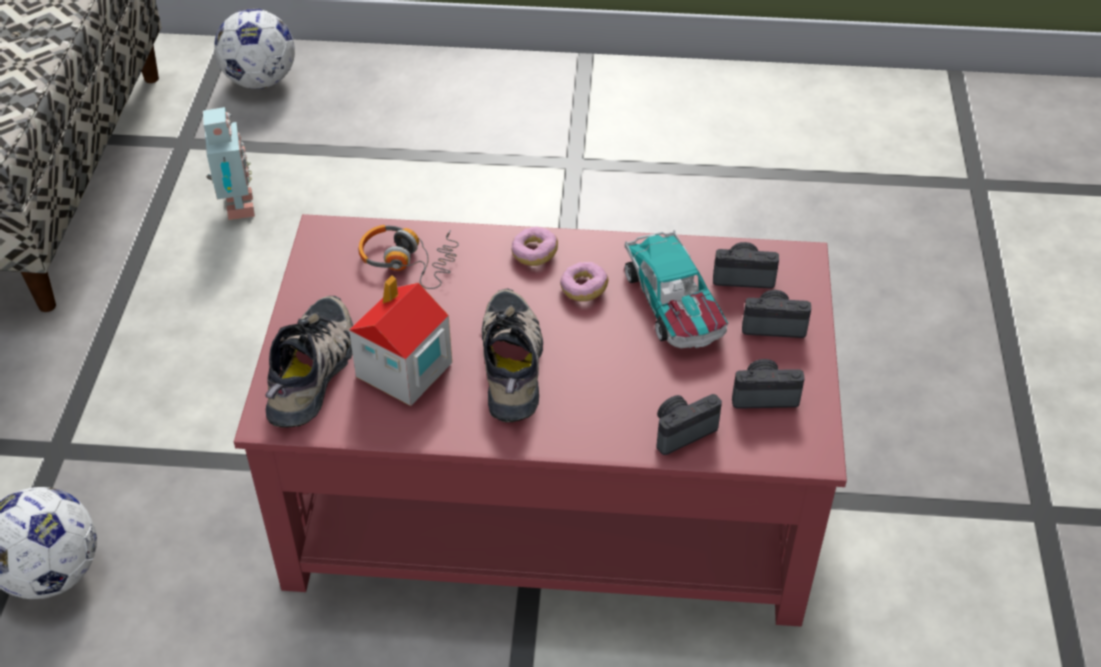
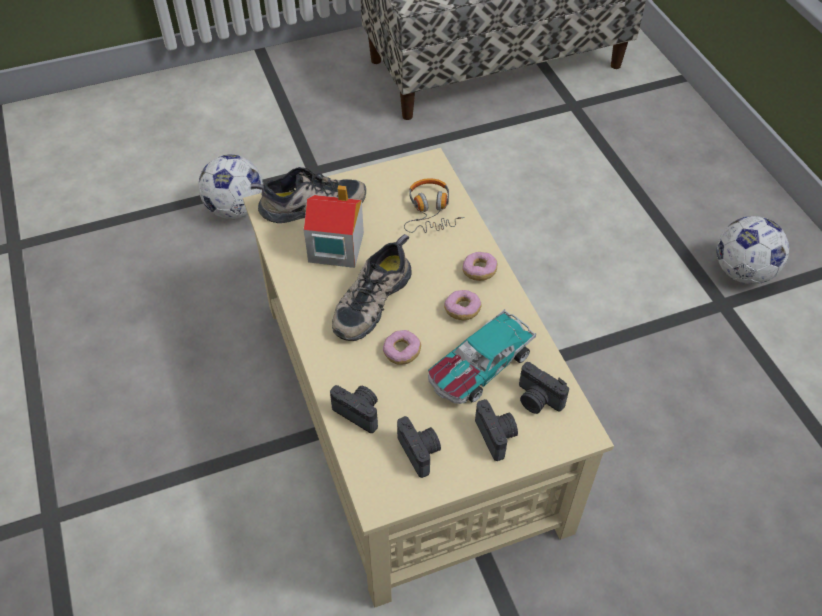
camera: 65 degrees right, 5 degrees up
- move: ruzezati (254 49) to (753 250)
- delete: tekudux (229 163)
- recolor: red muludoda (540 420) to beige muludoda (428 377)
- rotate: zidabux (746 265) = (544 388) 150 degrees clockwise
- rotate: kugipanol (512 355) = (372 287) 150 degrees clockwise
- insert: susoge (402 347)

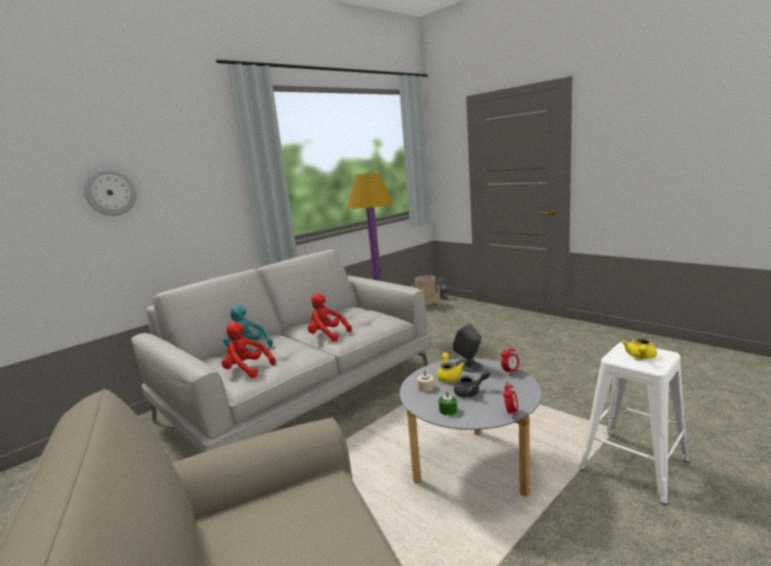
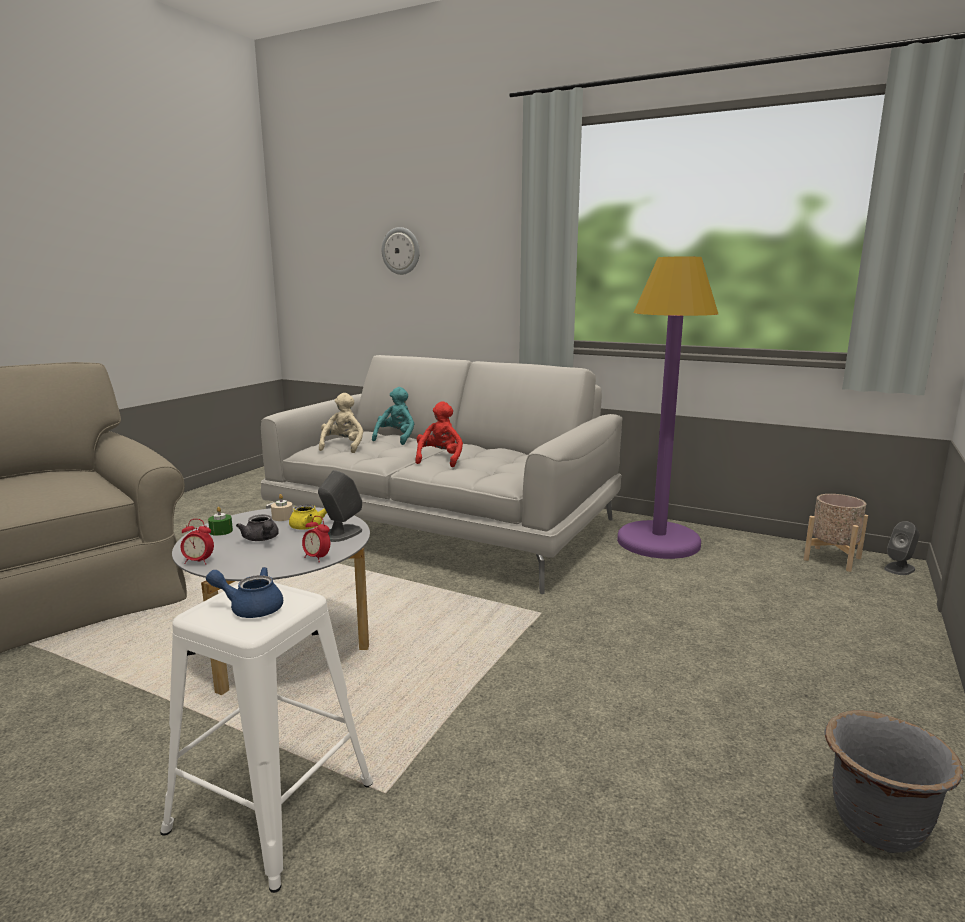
camera: 70 degrees right, 0 degrees up
- recolor: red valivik (248 350) to beige valivik (341 423)
- recolor: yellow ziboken (639 348) to blue ziboken (244 592)
- insert: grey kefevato (894 781)

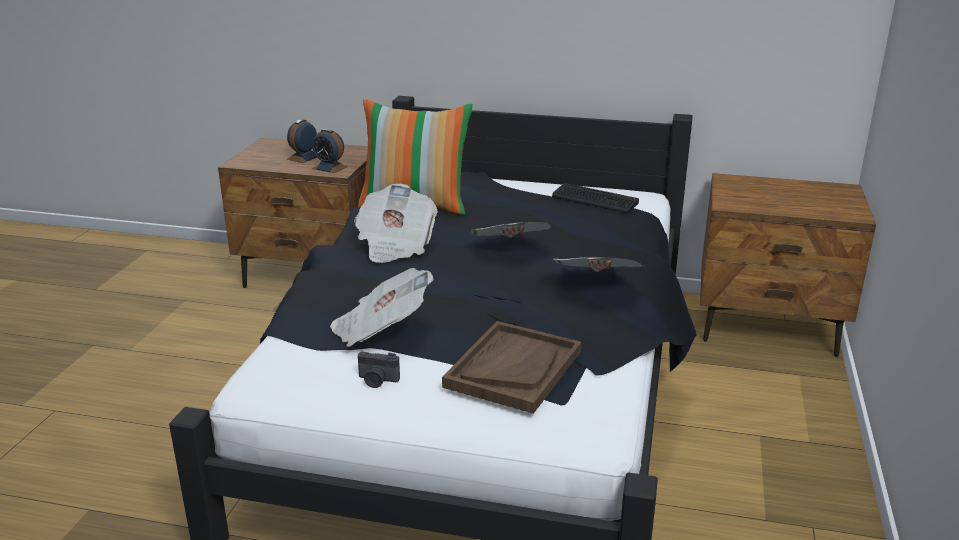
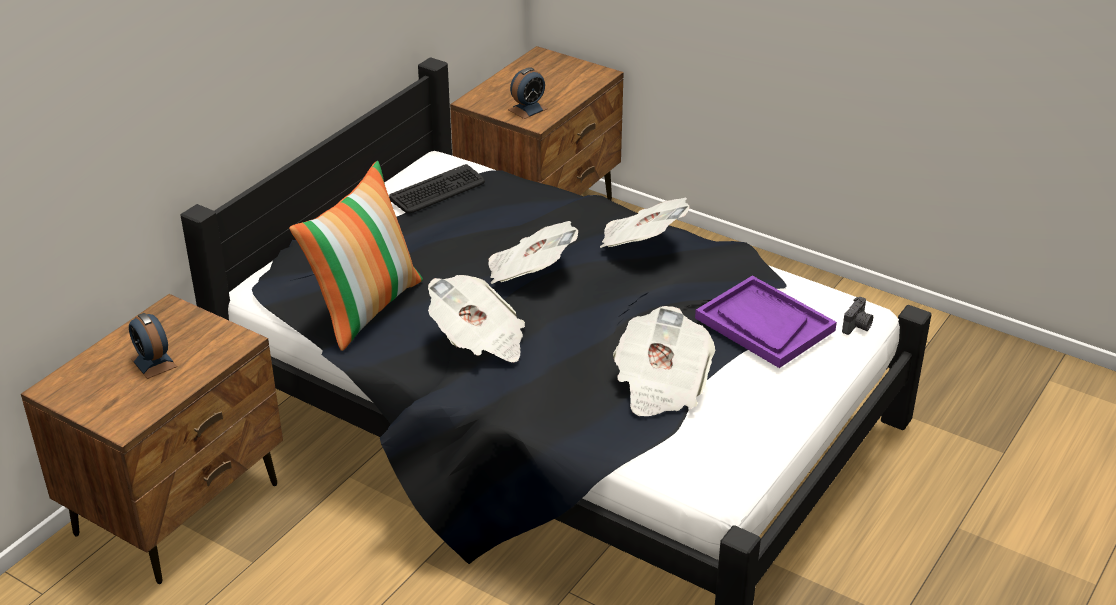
camera: 70 degrees left, 10 degrees up
- move: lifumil (330 151) to (528 93)
- recolor: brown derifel (511 367) to purple derifel (766 322)
- move: zidabux (379 370) to (857 316)

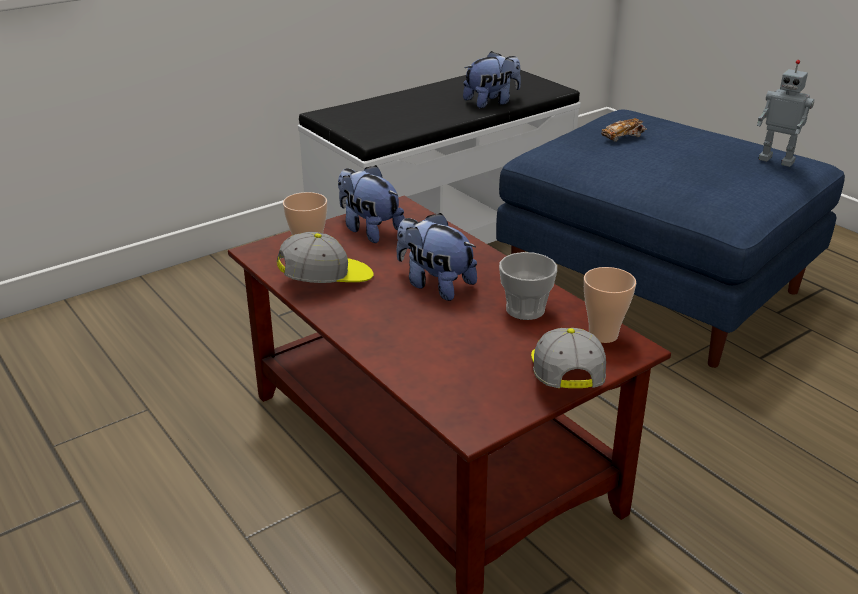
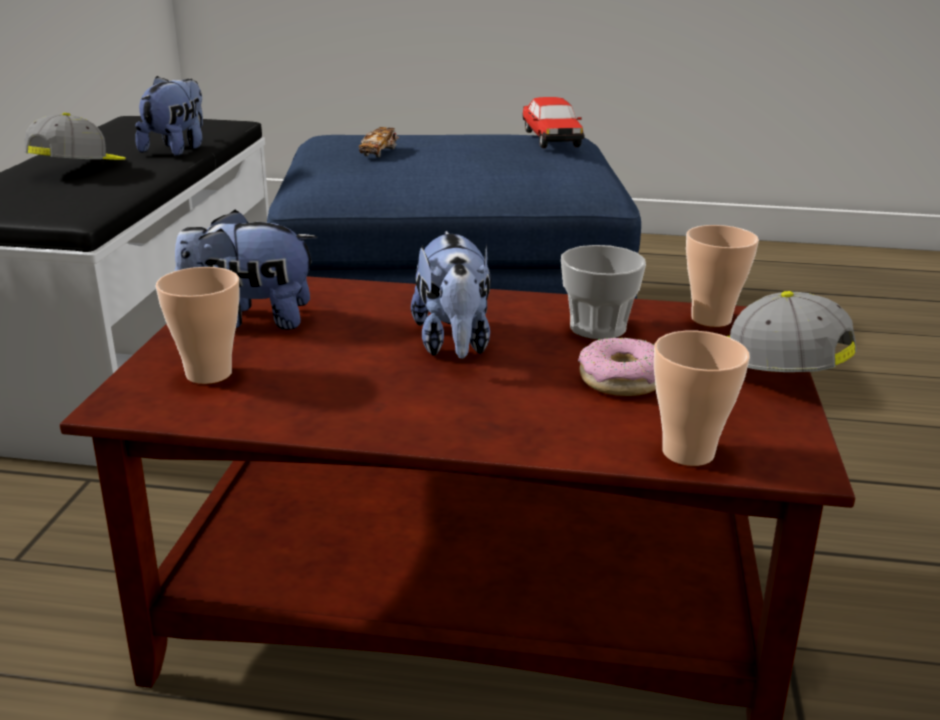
camera: 45 degrees left, 5 degrees down
- replace: tekudux (785 113) to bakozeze (553 122)
- rotate: valivik (436 257) = (451 295) 90 degrees counterclockwise
- move: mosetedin (325 257) to (75 136)
- insert: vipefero (702 398)
- insert: susoge (617 367)

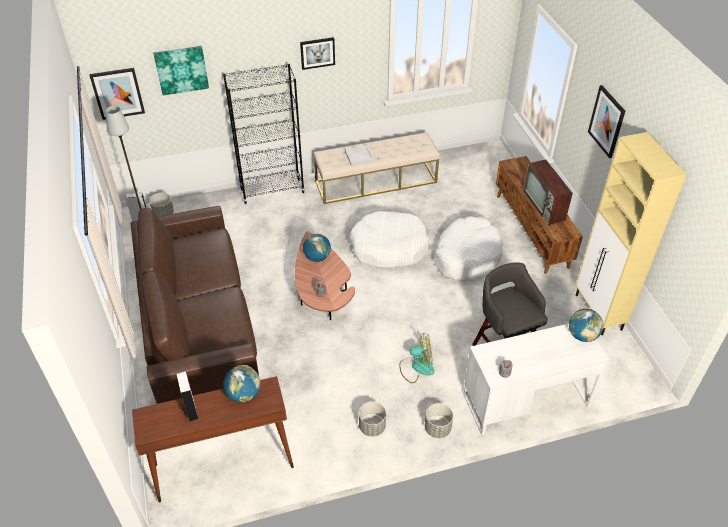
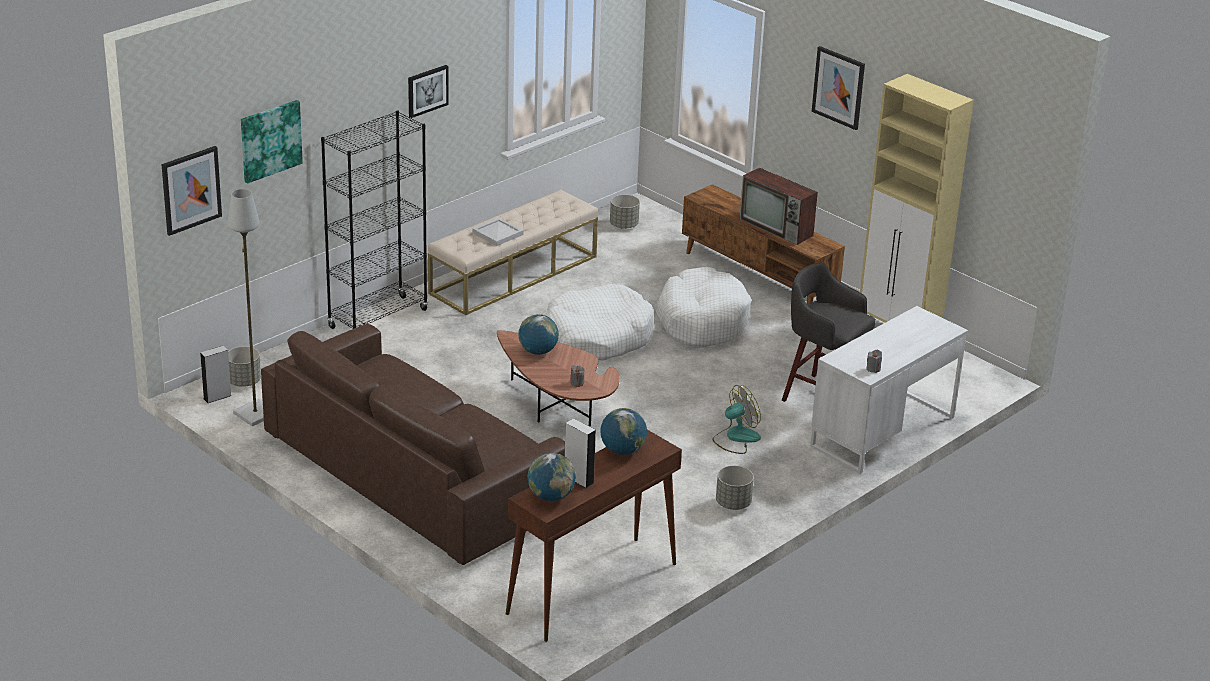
camera: 30 degrees left, 15 degrees down
- move: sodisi (586 325) to (552 477)
- move: grey kefevato (439 420) to (625 212)

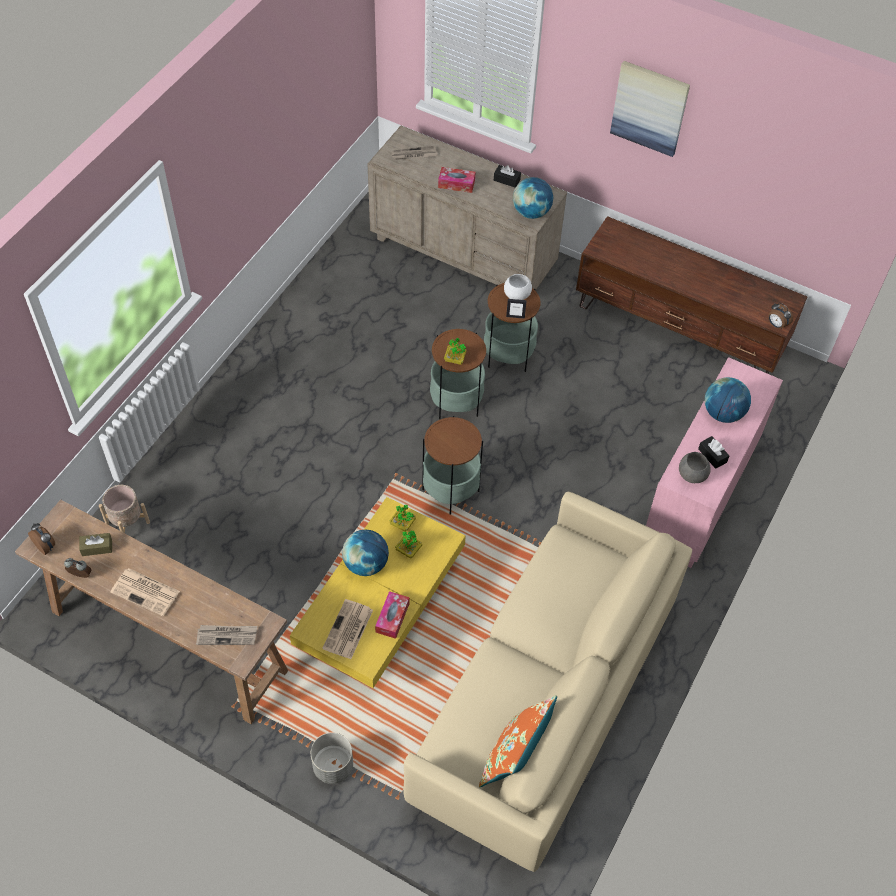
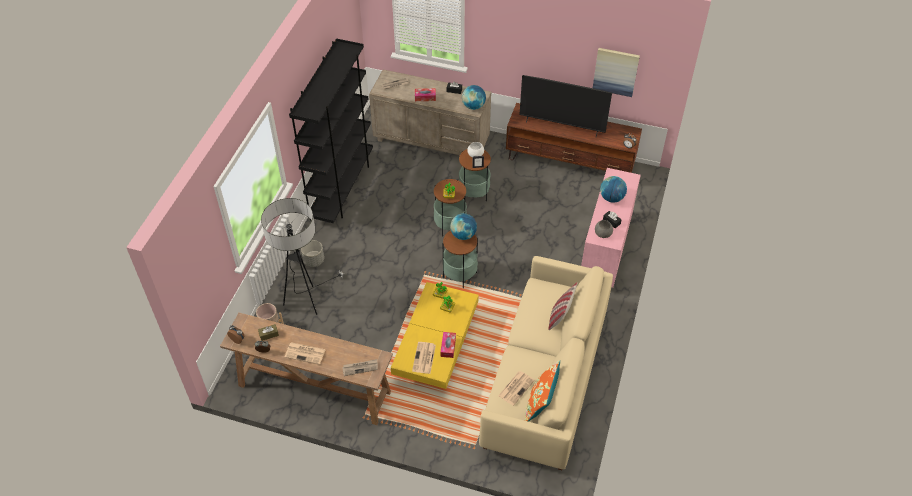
camera: 10 degrees left, 5 degrees down
- move: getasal (650 109) to (616 72)
- move: sodisi (365 553) to (463 226)
- move: grey kefevato (332 758) to (312 253)
- insert: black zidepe (331 130)
- insert: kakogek (565 106)
- insert: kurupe (303 256)
- insert: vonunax (563 306)
- insert: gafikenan (516 388)

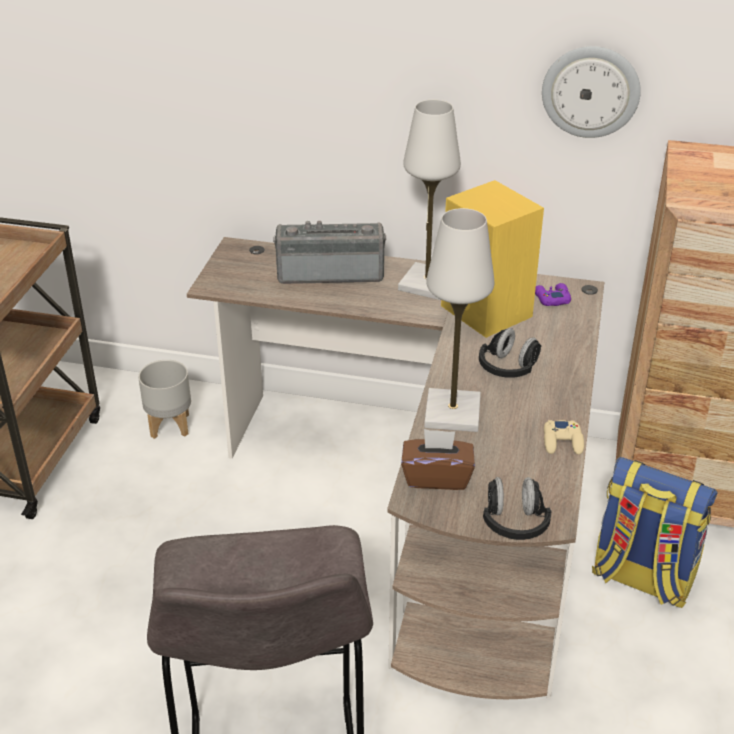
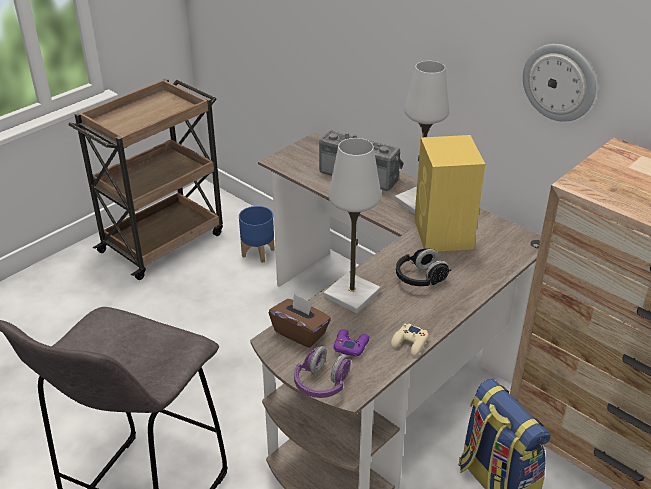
camera: 30 degrees right, 0 degrees up
- move: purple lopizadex (553 294) to (351 343)
- recolor: grey kefevato (164 399) to blue kefevato (257 234)
- recolor: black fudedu (517 508) to purple fudedu (322 372)

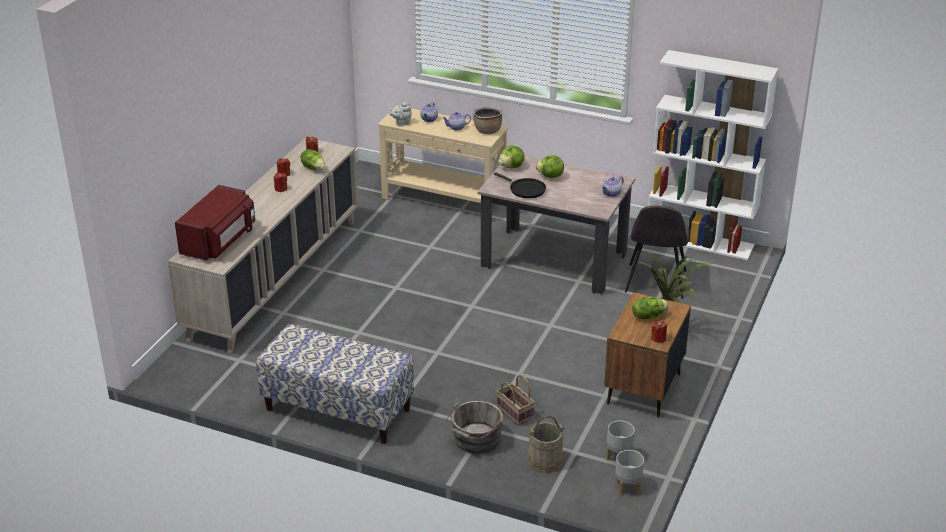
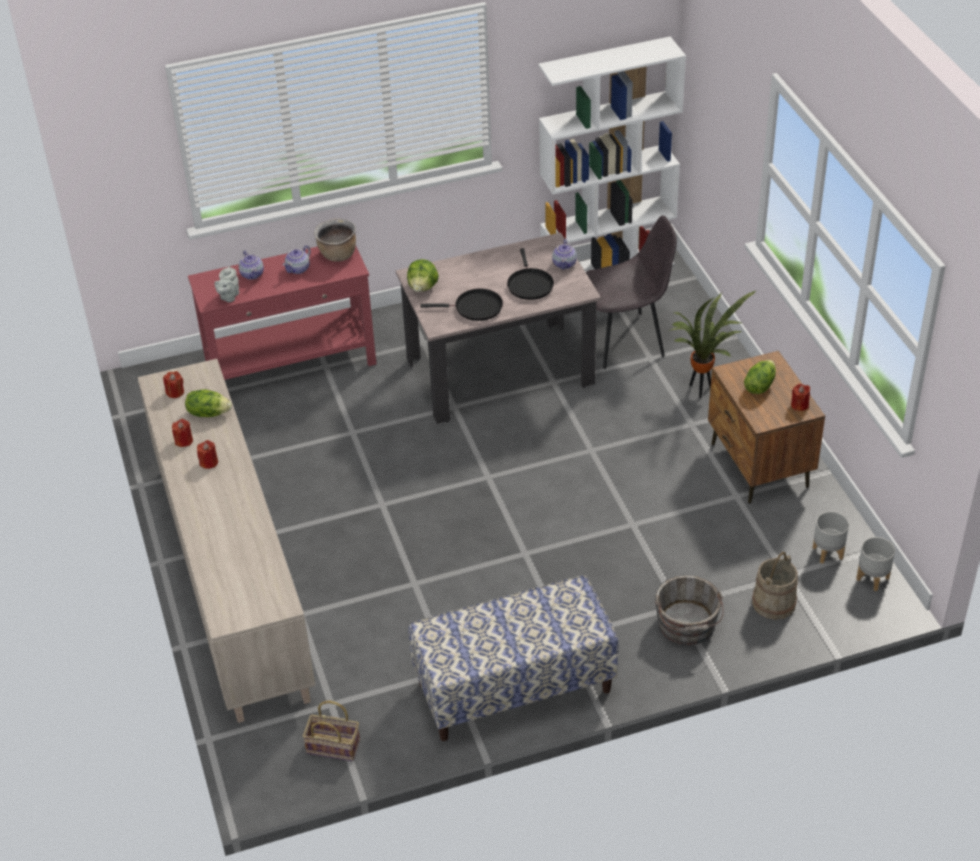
camera: 40 degrees left, 10 degrees up
- recolor: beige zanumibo (443 154) to red zanumibo (282 313)
- delete: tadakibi (550 166)
- delete: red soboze (215 223)
- rotate: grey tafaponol (657 252) = (631 292) 75 degrees counterclockwise
- move: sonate (516 400) to (331 731)
- insert: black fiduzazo (530 274)

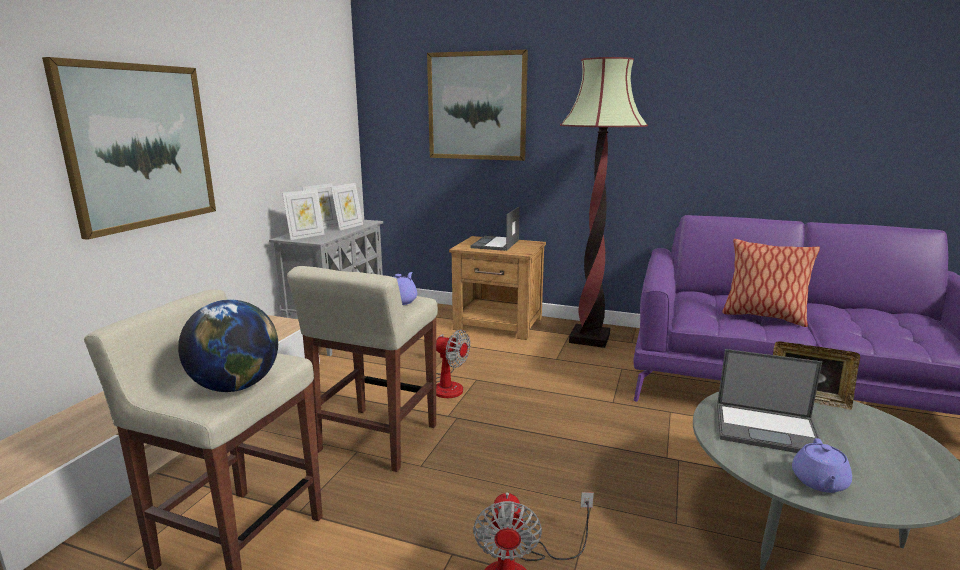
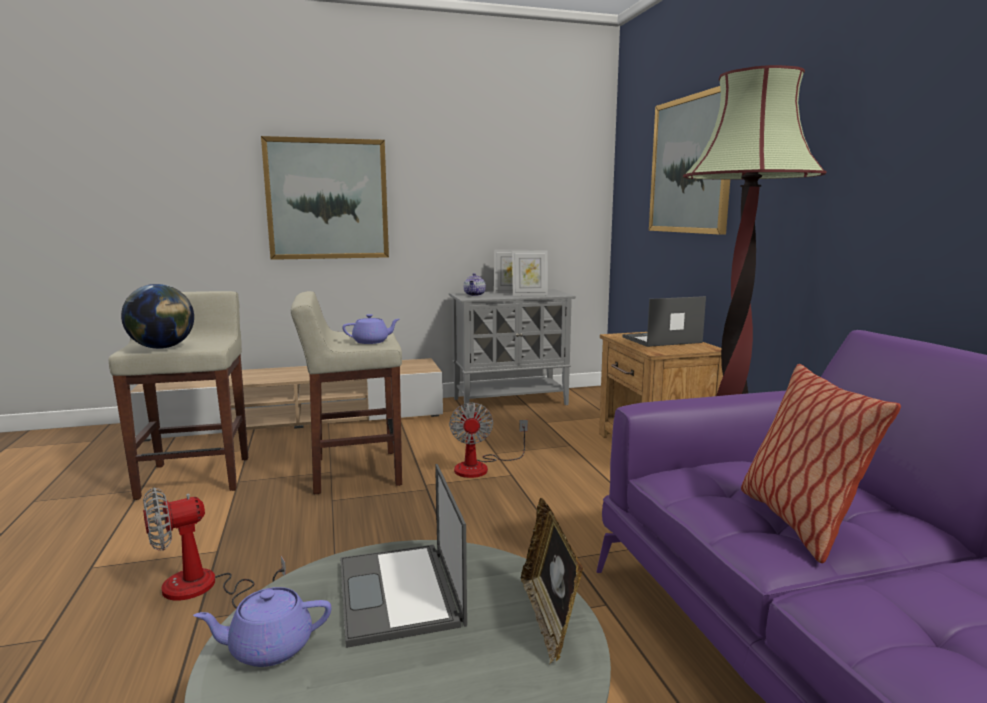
camera: 55 degrees right, 5 degrees down
- replace: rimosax (303 214) to ziboken (475 284)

